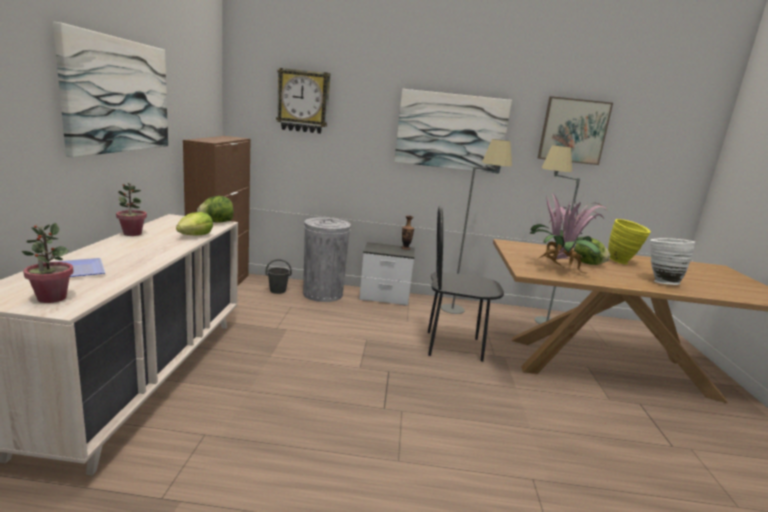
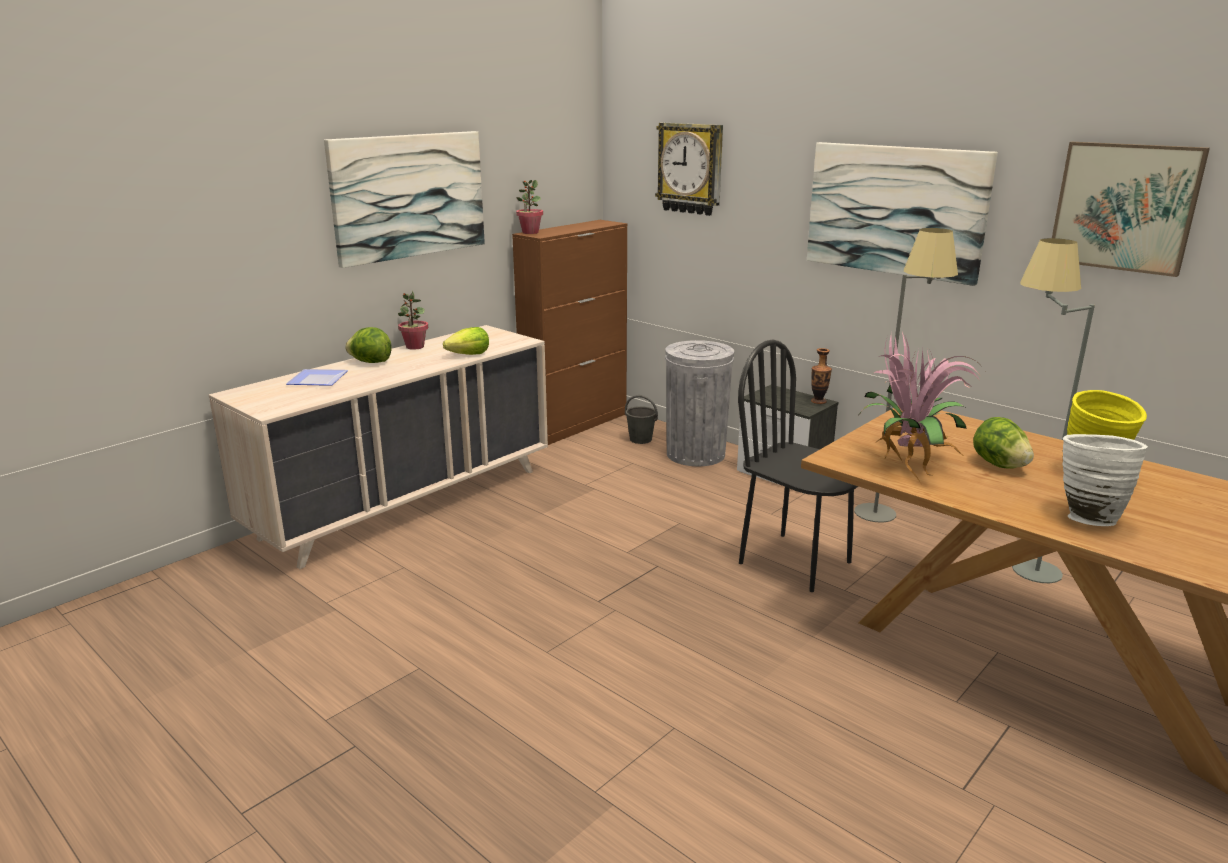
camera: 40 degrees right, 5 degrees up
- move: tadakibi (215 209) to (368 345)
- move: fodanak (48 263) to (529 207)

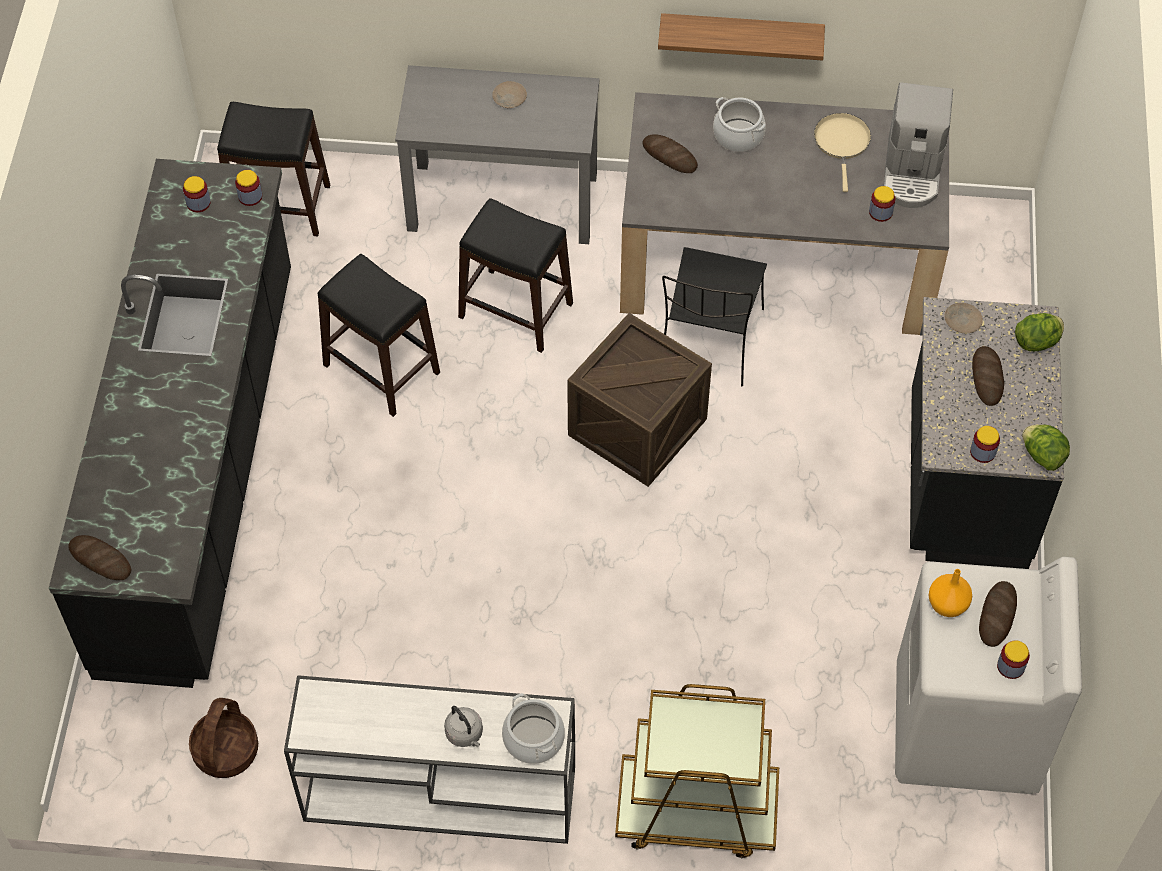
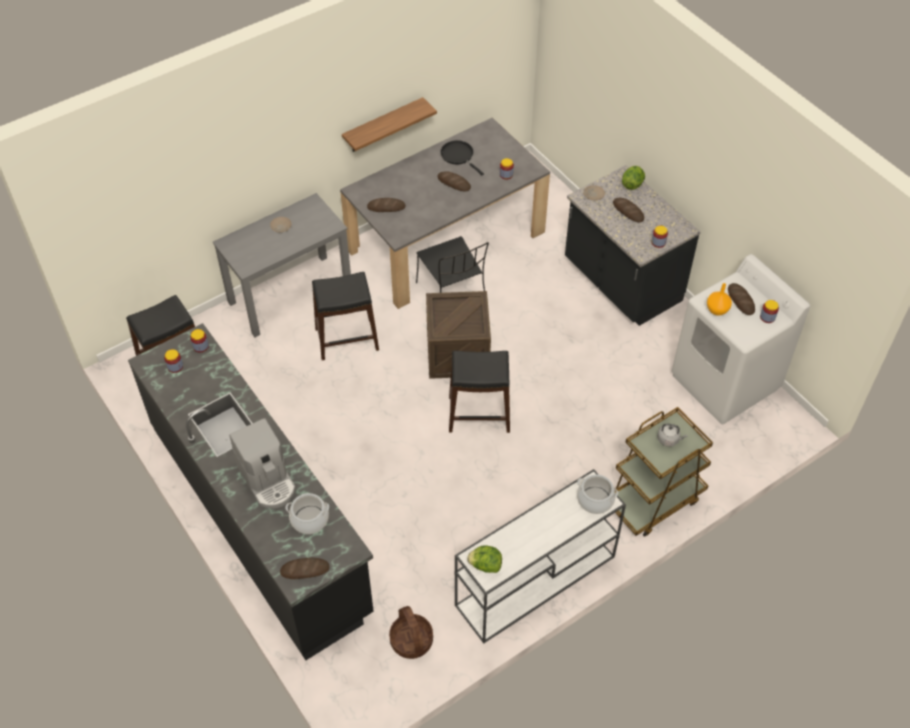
camera: 40 degrees left, 5 degrees down
- move: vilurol (918 145) to (262 463)
- move: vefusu (739 124) to (307 513)
- recolor: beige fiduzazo (842 152) to black fiduzazo (462 157)
- move: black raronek (379 335) to (479 392)
- move: tadakibi (1046 447) to (484 559)
- move: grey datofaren (463 726) to (672 435)
- insert: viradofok (454 181)

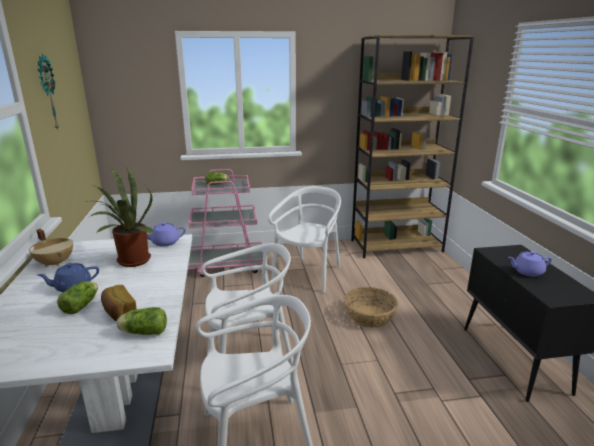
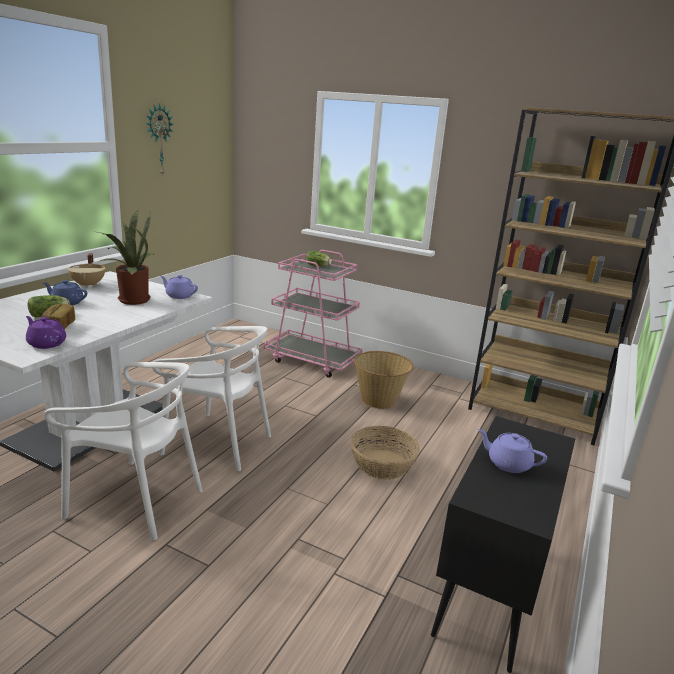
camera: 35 degrees right, 0 degrees up
- replace: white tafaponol (304 239) to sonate (383 380)
- replace: tadakibi (141 321) to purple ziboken (46 332)

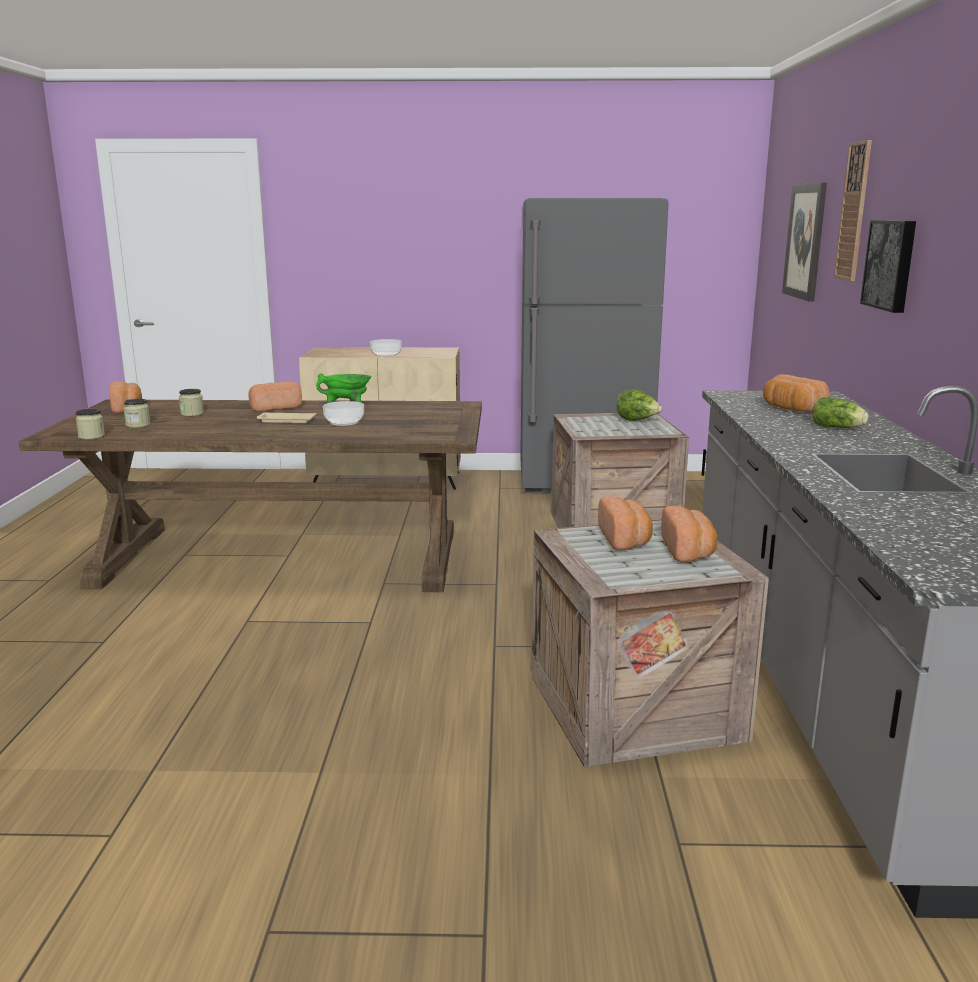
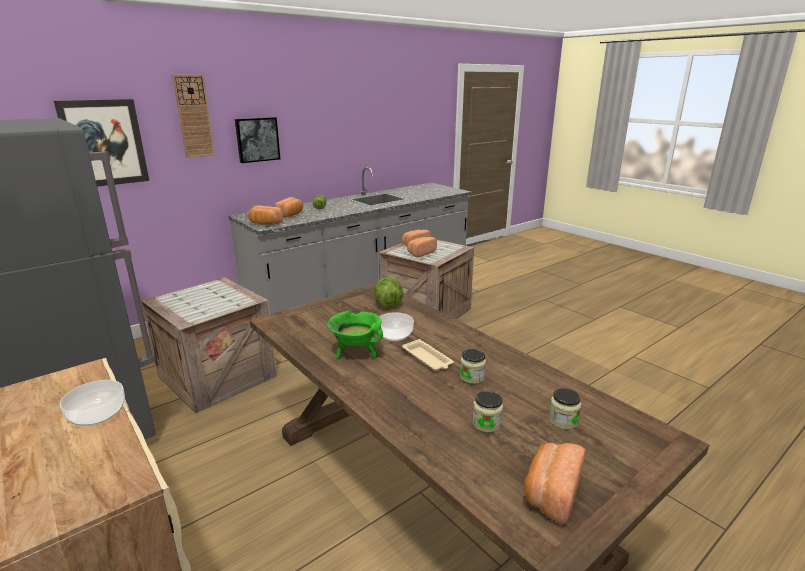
camera: 130 degrees left, 5 degrees up
- move: viradofok (275 396) to (265 215)
- move: tadakibi (639 405) to (388 292)
- move: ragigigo (90 424) to (473 366)

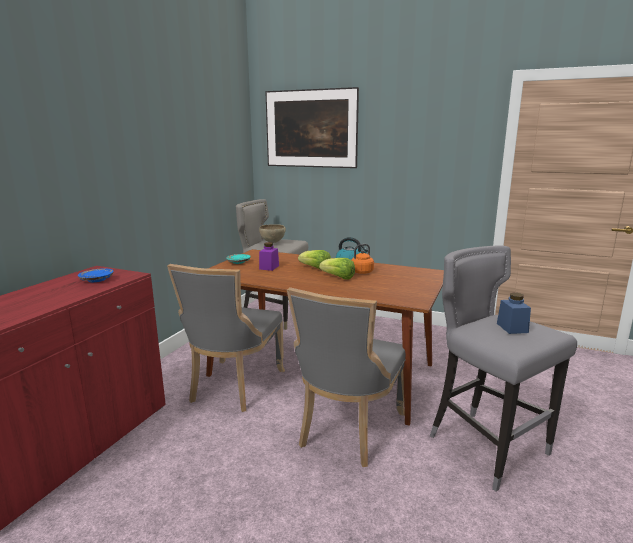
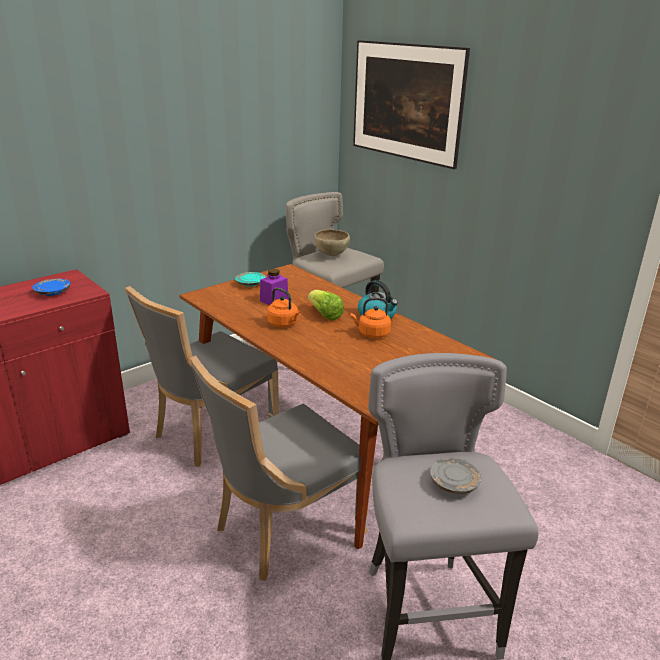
camera: 25 degrees right, 10 degrees up
- delete: tadakibi (337 269)
- replace: blue ragigigo (514 313) to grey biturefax (455 475)
- insert: orange datofaren (284 307)

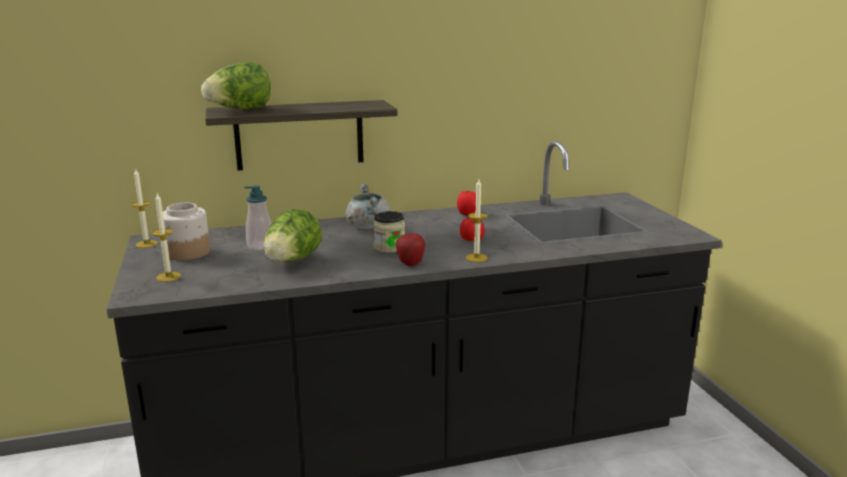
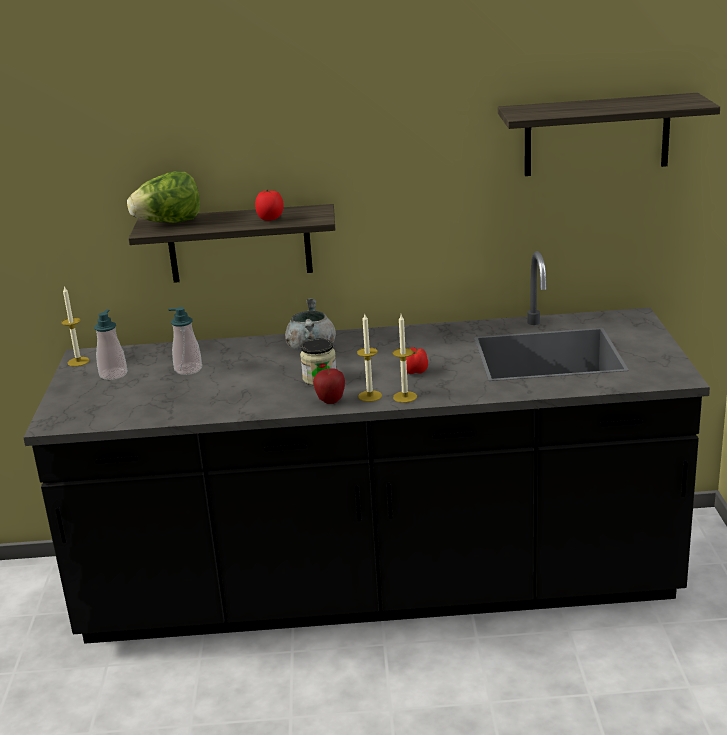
camera: 15 degrees right, 5 degrees up
- move: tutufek (466 203) to (269 205)
- move: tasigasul (166 238) to (369 358)
- replace: ragigigo (186 231) to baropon (110 344)
- delete: tadakibi (293 235)
- insert: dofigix (609 134)

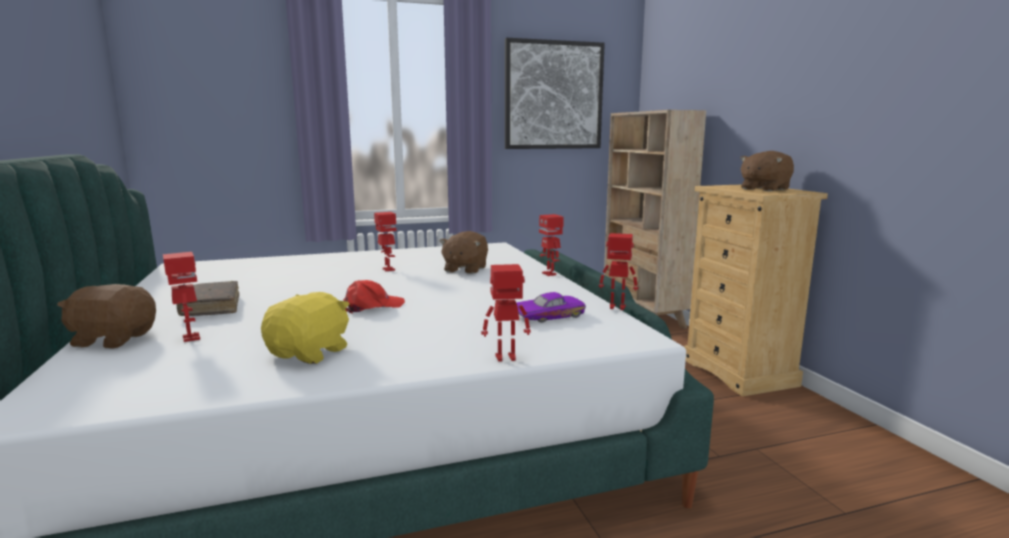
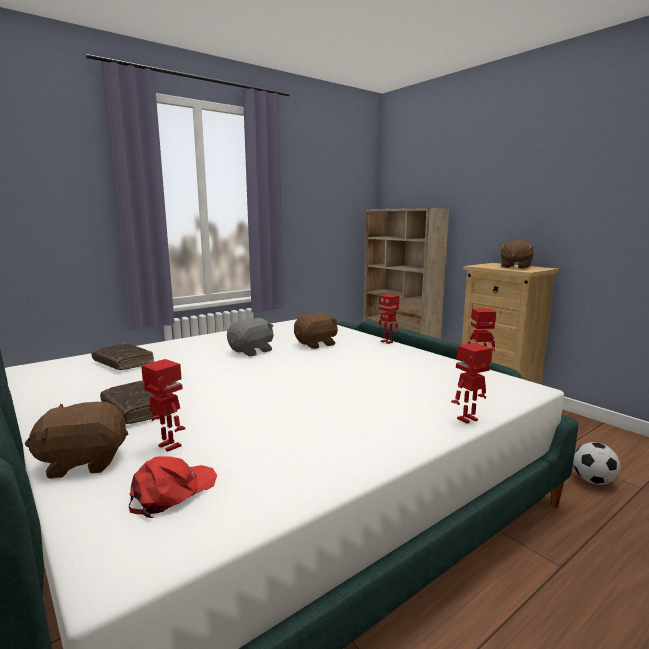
camera: 20 degrees left, 0 degrees up
- delete: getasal (555 93)
- replace: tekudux (385 241) to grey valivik (250 337)
- rotate: brown valivik (464 252) = (316 331) 120 degrees counterclockwise
- move: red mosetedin (374 296) to (173 487)
- delete: yellow valivik (305 328)
- delete: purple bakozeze (551 307)
- insert: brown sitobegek (123 356)
- insert: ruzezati (597 463)

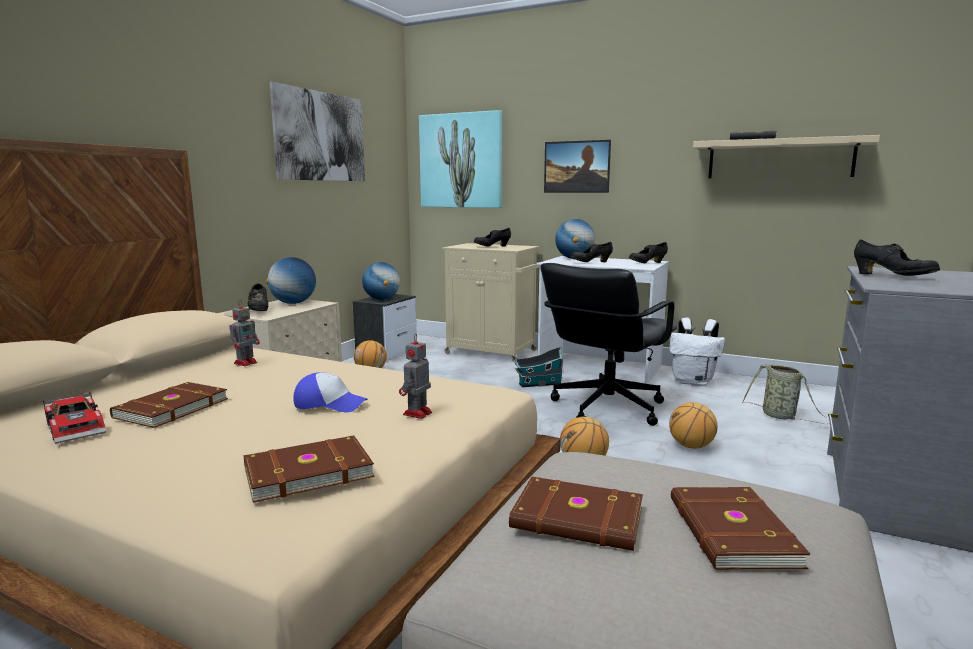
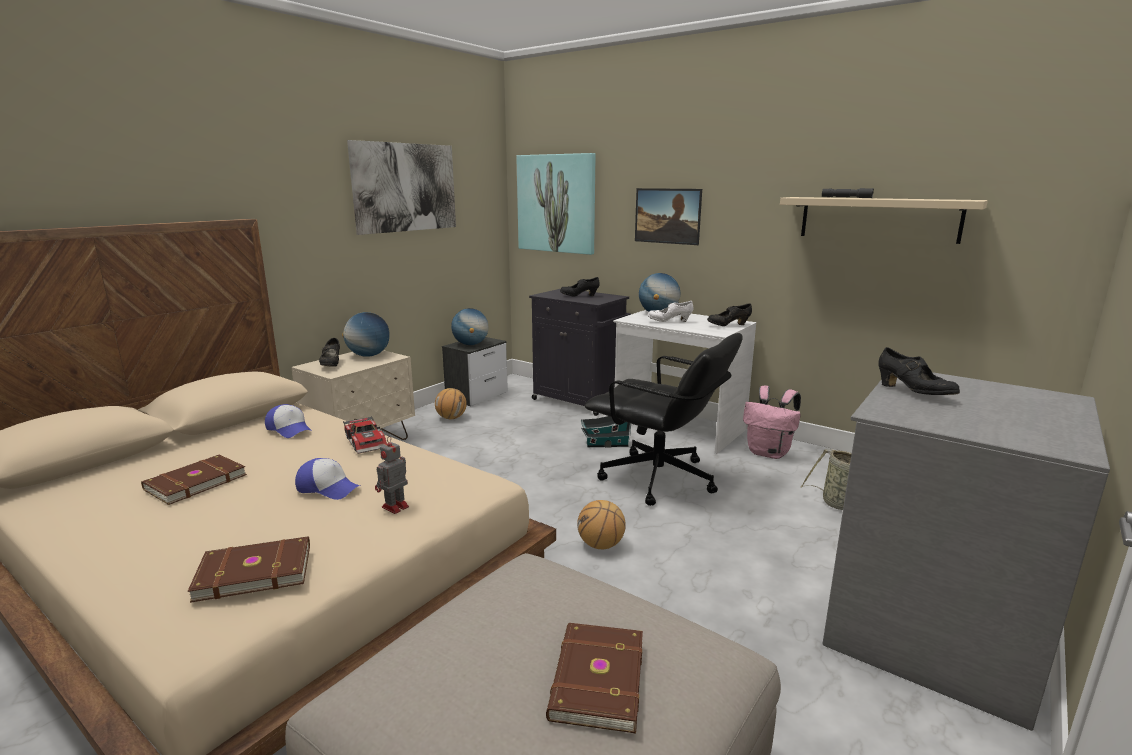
camera: 10 degrees right, 5 degrees up
- recolor: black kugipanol (591 252) to white kugipanol (670 311)
- recolor: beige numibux (490 303) to black numibux (580 352)
- rotate: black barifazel (609 344) = (663 419) 105 degrees counterclockwise
- replace: tekudux (245 333) to mosetedin (288 421)
- recolor: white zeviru (697 352) to pink zeviru (772 422)
- move: bakozeze (74 418) to (365 435)
- delete: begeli (693 425)
- delete: brown sitobegek (576 514)

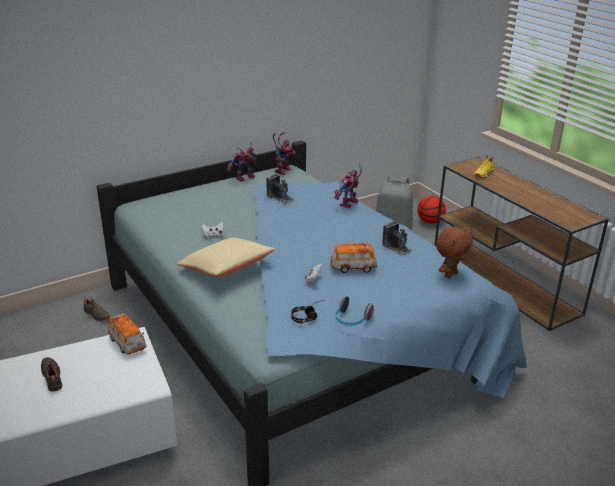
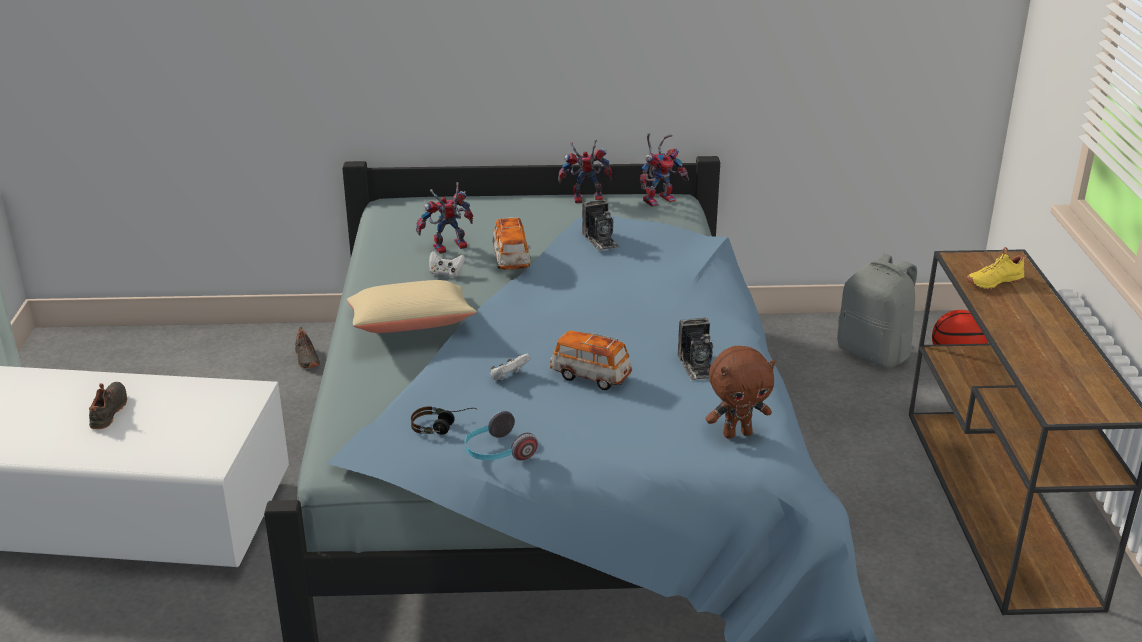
camera: 30 degrees right, 0 degrees up
- move: tekudux (348 186) to (444 218)
- move: bakozeze (127 333) to (512 243)

